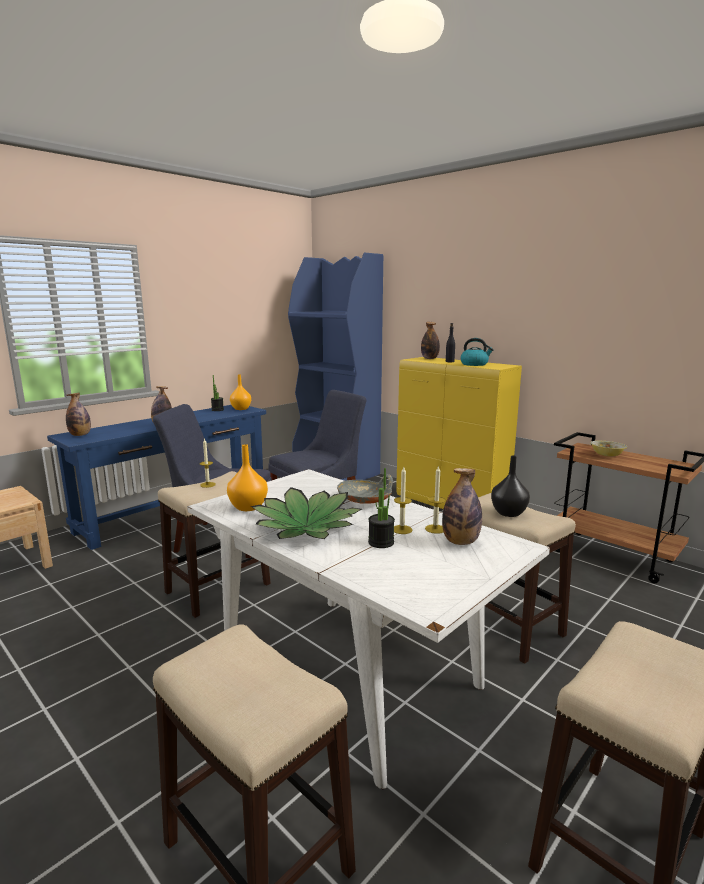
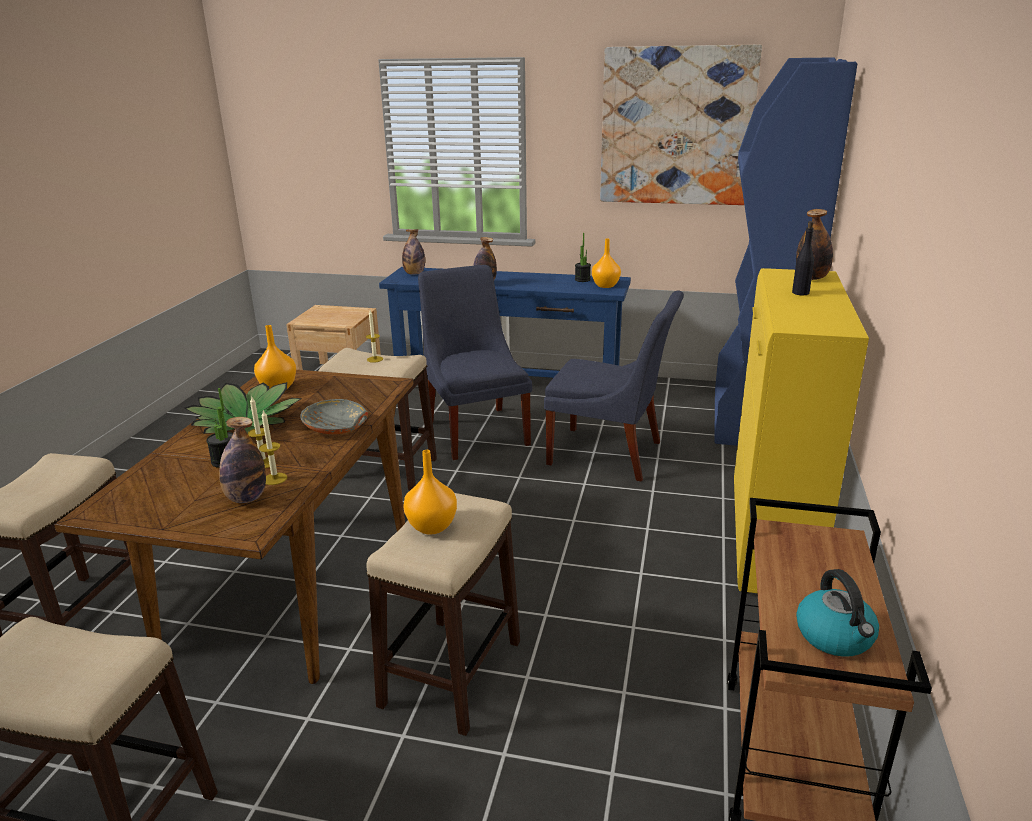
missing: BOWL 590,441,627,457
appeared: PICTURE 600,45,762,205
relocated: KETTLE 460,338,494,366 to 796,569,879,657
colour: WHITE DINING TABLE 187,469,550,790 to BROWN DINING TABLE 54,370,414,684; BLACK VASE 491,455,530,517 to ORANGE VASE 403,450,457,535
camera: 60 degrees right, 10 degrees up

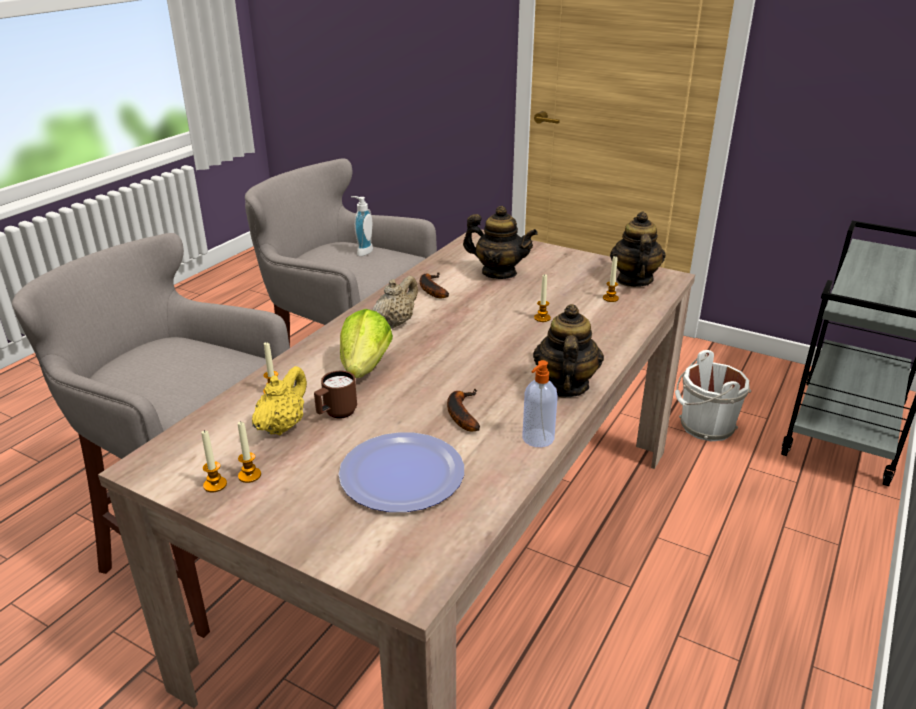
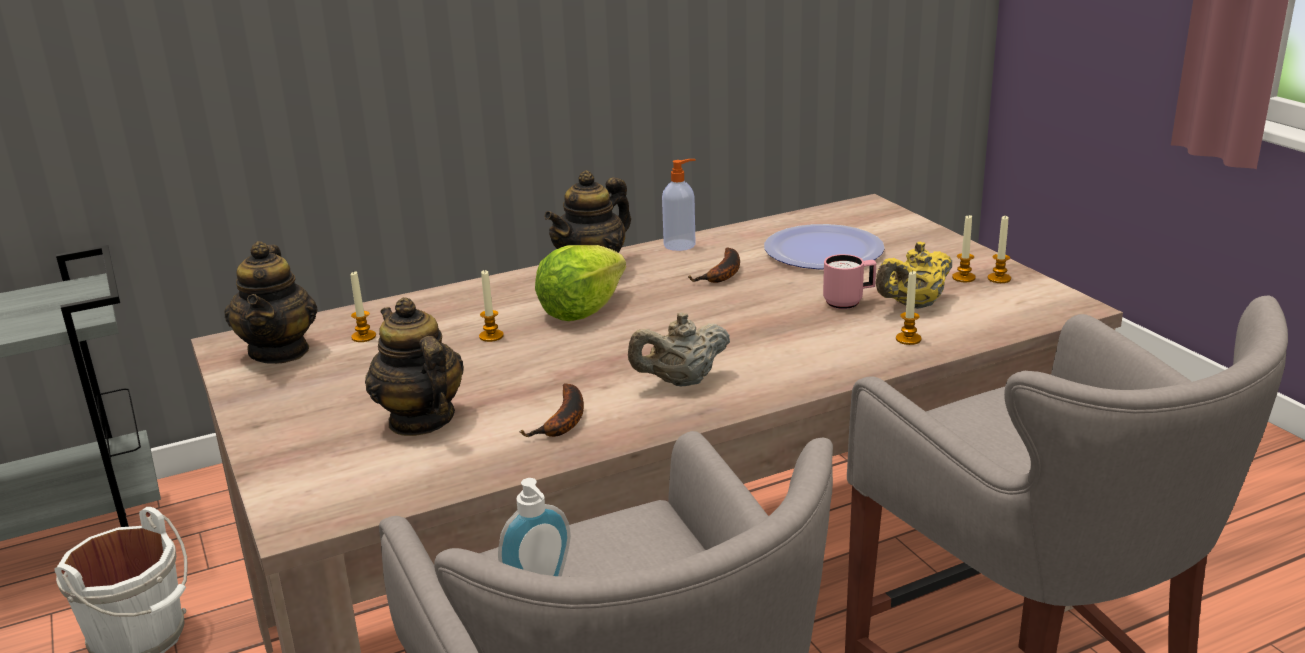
relocated: LETTUCE 340,309,393,378 to 535,245,626,321
colour: BROWN MUG 314,371,357,419 to PINK MUG 823,254,876,309
spun: TEAPOT 610,212,666,287 = 224,241,318,364 45 degrees counterclockwise
camera: 145 degrees left, 5 degrees down

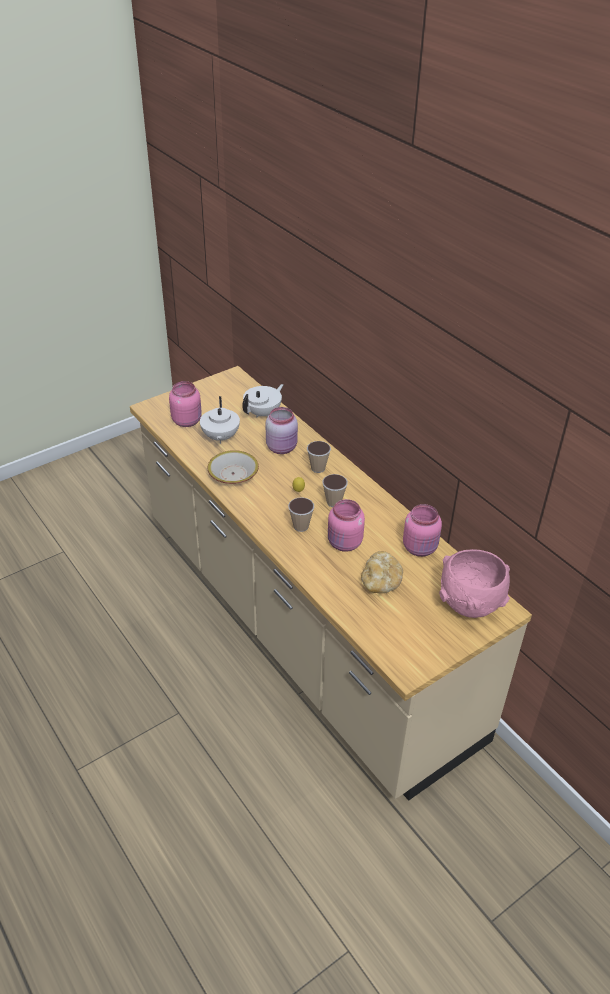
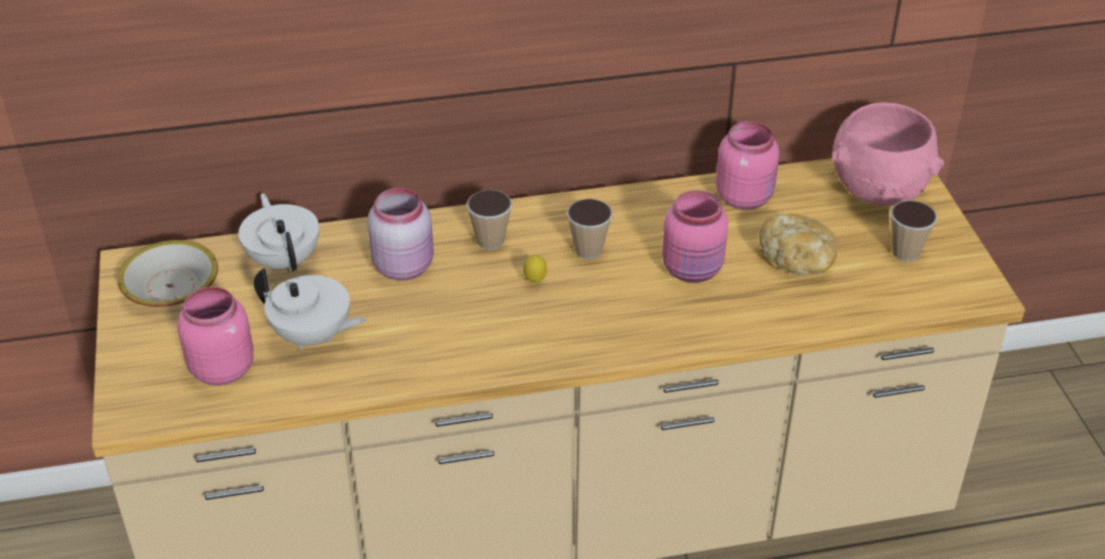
relocated: BOWL 208,450,259,484 to 117,240,218,307; CUP 288,498,314,532 to 890,200,937,261
camera: 65 degrees left, 0 degrees up

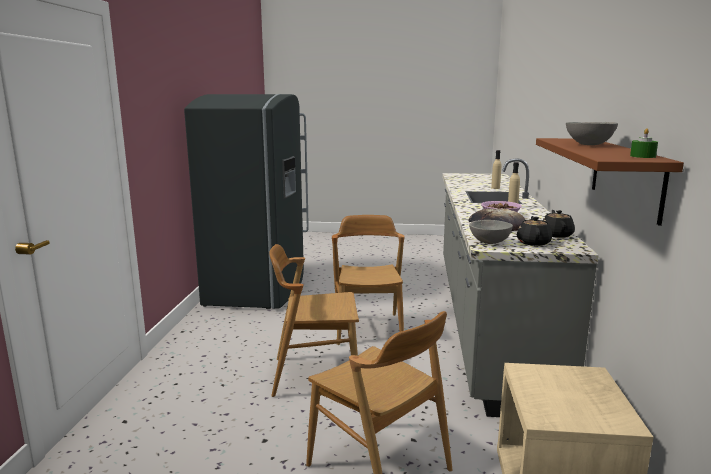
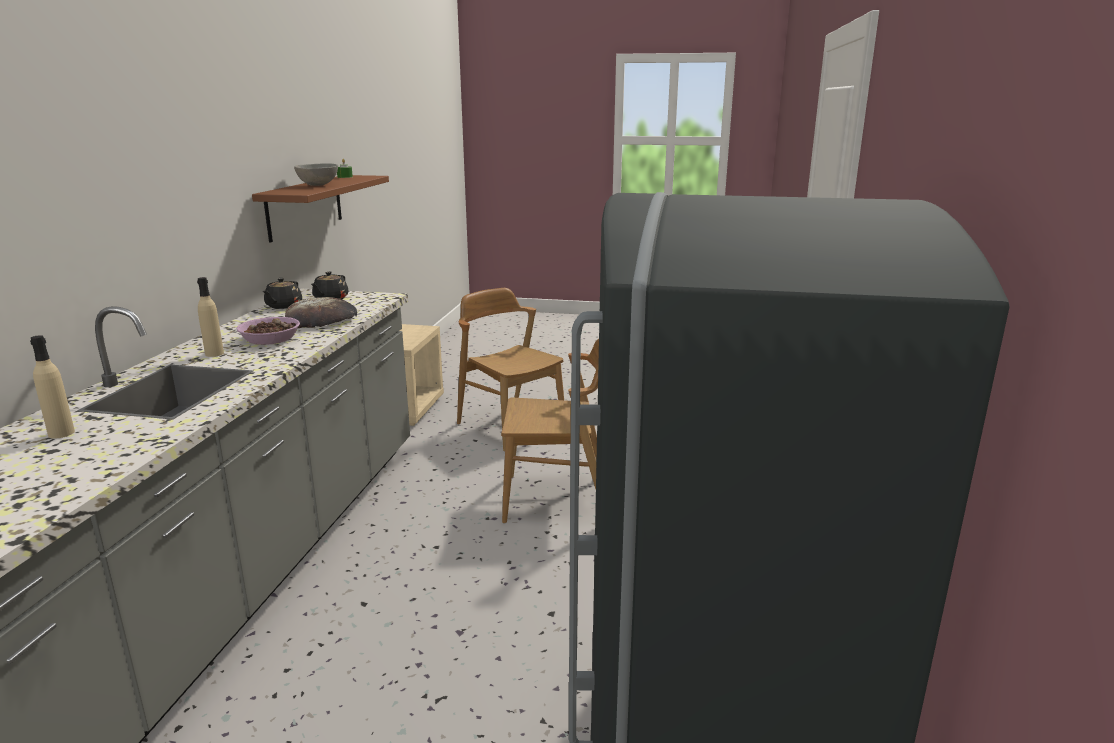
missing: BROWN CHAIR 332,215,405,345; GREY BOWL 469,220,513,244
camera: 175 degrees left, 5 degrees up

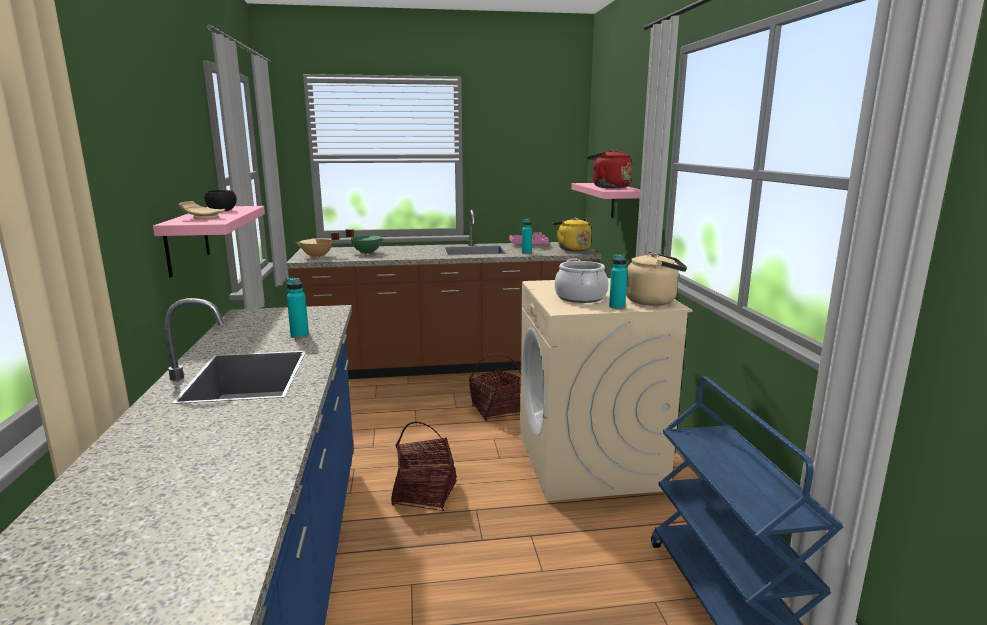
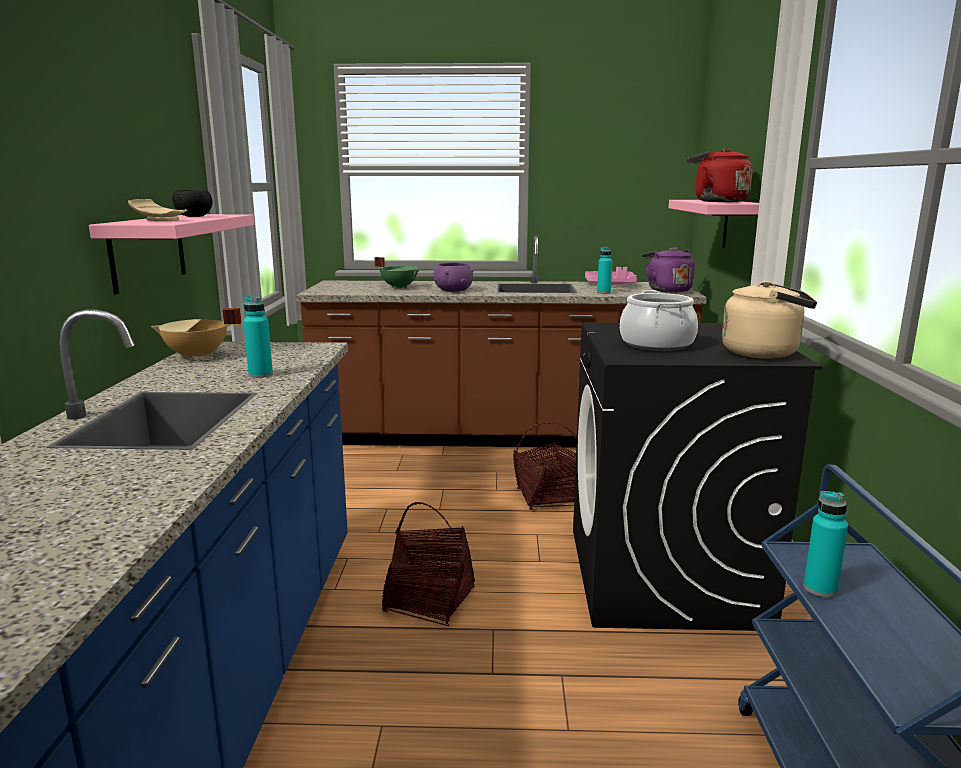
appeared: PURPLE BOWL 433,262,473,292
relocated: BEIGE COOKING POT 295,232,339,258 to 151,308,242,360; TURQUOISE BOTTLE 609,254,627,309 to 804,491,848,597
colour: BEIGE WASHING MACHINE 520,278,692,501 to BLACK WASHING MACHINE 573,322,823,631; YELLOW KETTLE 553,218,591,251 to PURPLE KETTLE 642,247,695,293
camera: 10 degrees right, 0 degrees up

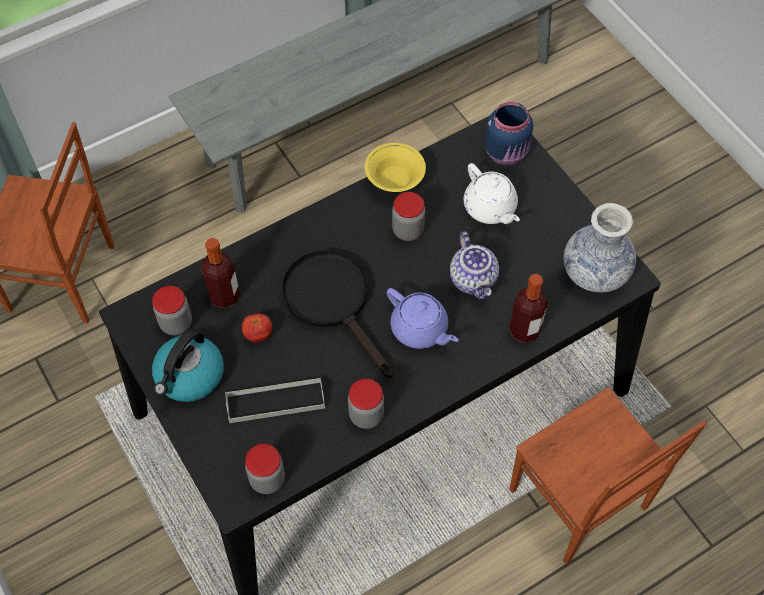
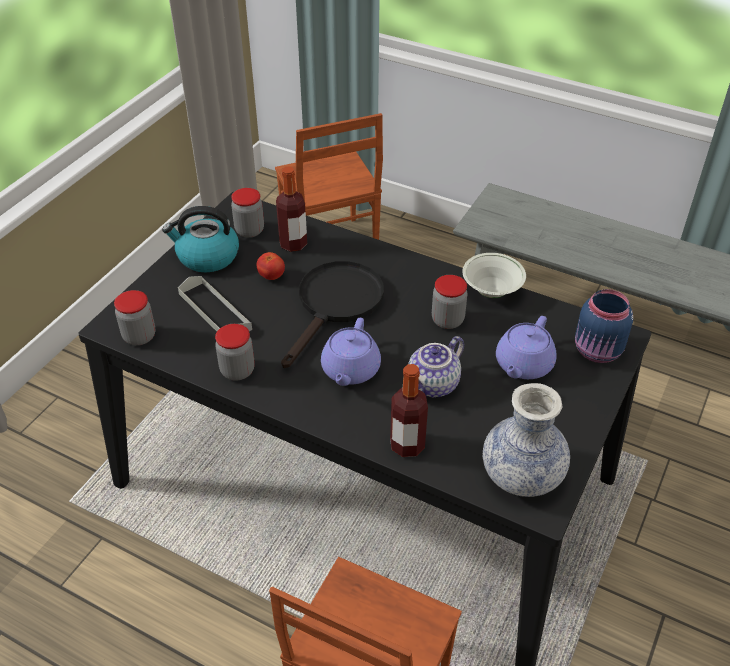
colour: YELLOW BOWL 365,143,426,192 to WHITE BOWL 462,253,526,298; WHITE TEAPOT 464,163,520,224 to PURPLE TEAPOT 496,316,557,379
camera: 60 degrees right, 15 degrees down

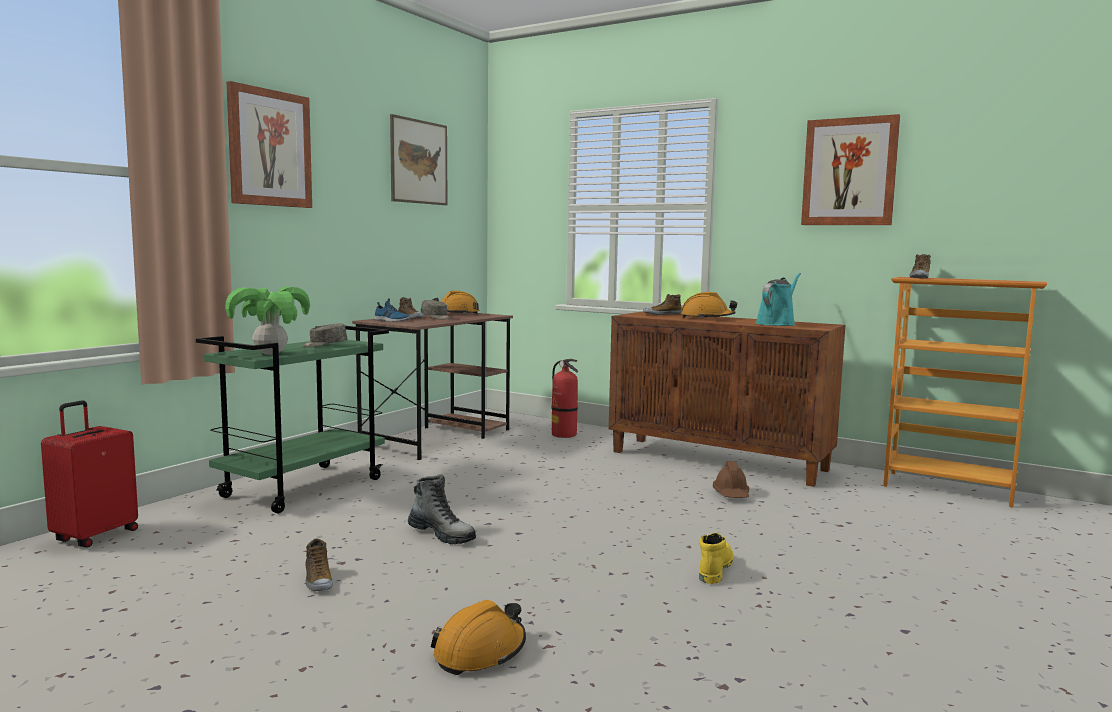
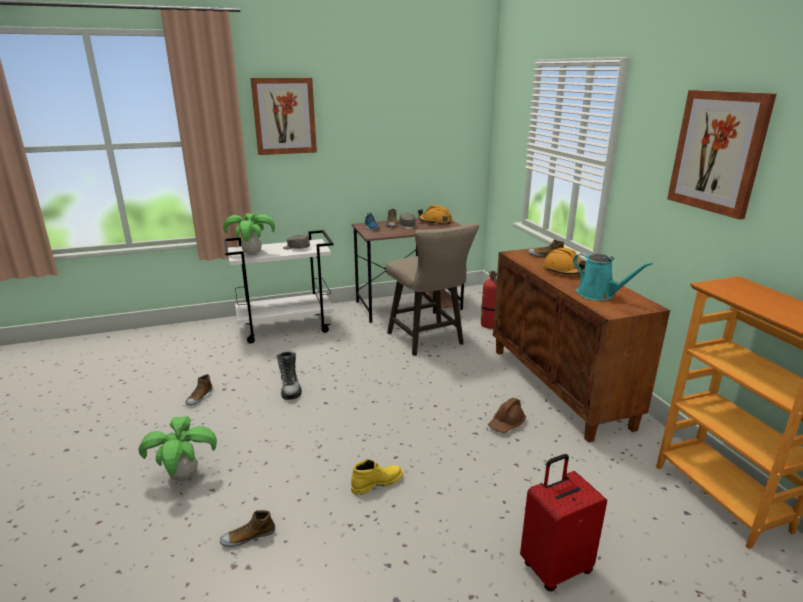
missing: PICTURE 390,114,448,205
appeared: BEIGE STOOL 386,223,479,356
relocated: RED SUITCASE 41,400,138,548 to 520,454,607,591; SHOE 909,254,931,278 to 220,510,275,547
exchanged: ORANGE HARD HAT 431,600,526,675 to POTTED PLANT 139,416,217,481
colour: GREEN CART 196,326,389,513 to WHITE CART 224,230,334,343
spun: TURQUOISE WATERING CAN 755,273,801,326 = 573,253,653,300 60 degrees clockwise
camera: 40 degrees right, 15 degrees up

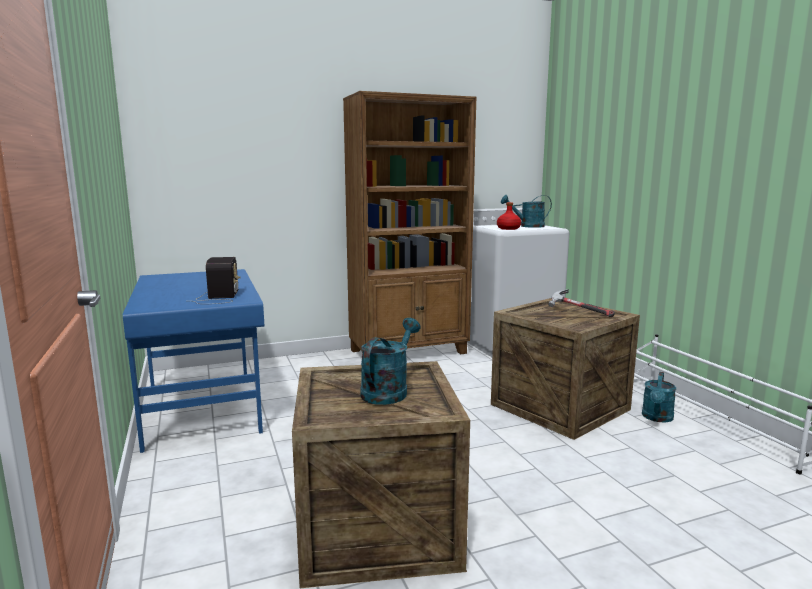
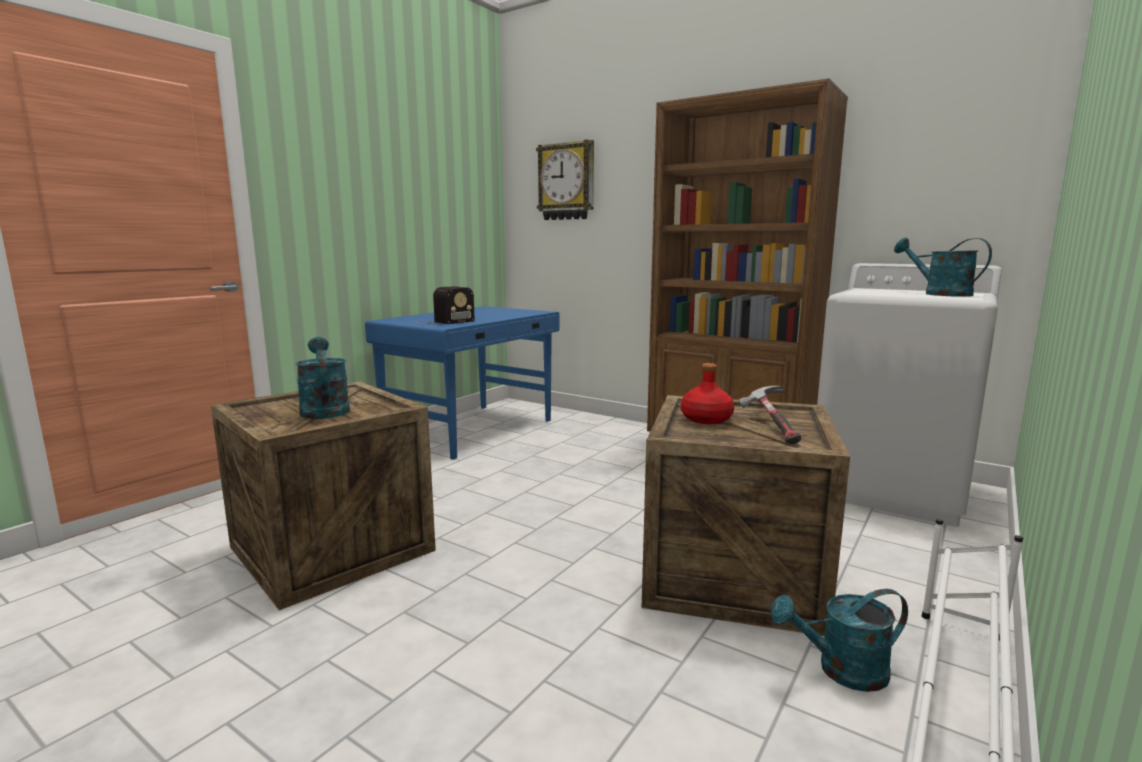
appeared: WALL CLOCK 536,140,594,220
relocated: RED BOTTLE 497,202,521,230 to 681,363,734,424
spun: TURQUOISE WATERING CAN 360,318,420,405 = 296,337,350,419 105 degrees counterclockwise
camera: 55 degrees right, 0 degrees up

